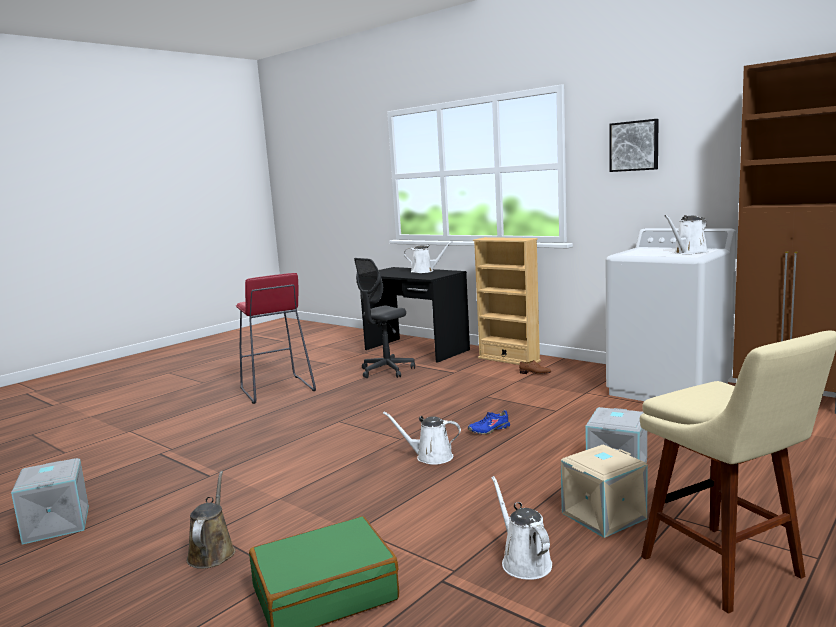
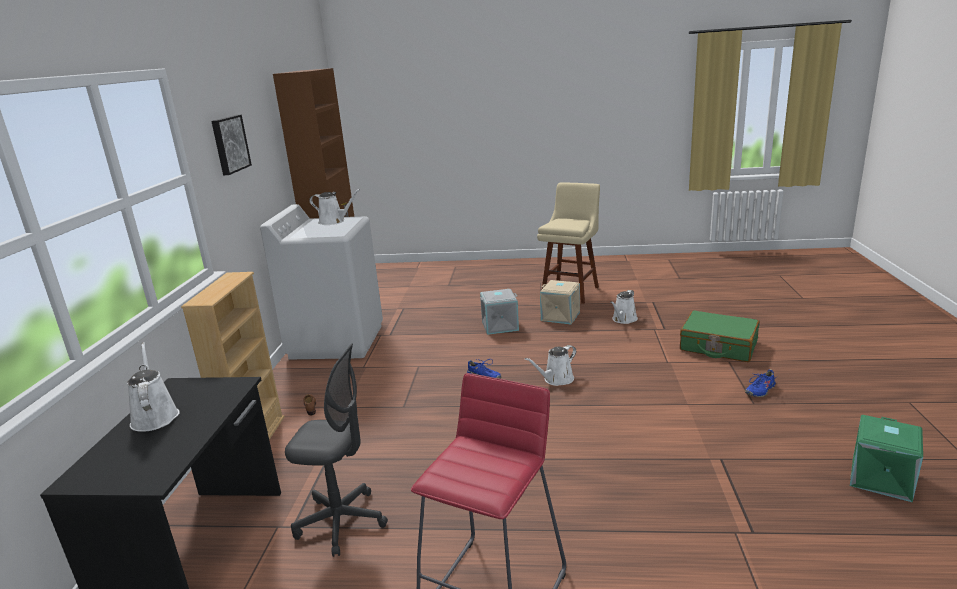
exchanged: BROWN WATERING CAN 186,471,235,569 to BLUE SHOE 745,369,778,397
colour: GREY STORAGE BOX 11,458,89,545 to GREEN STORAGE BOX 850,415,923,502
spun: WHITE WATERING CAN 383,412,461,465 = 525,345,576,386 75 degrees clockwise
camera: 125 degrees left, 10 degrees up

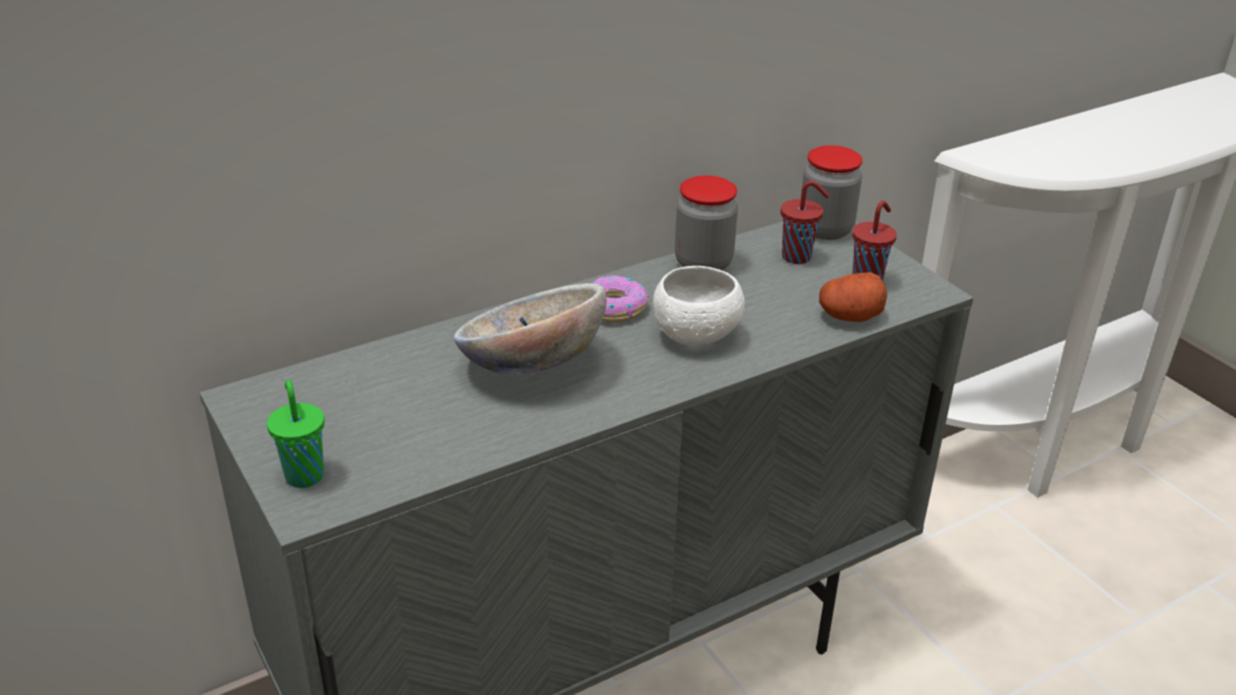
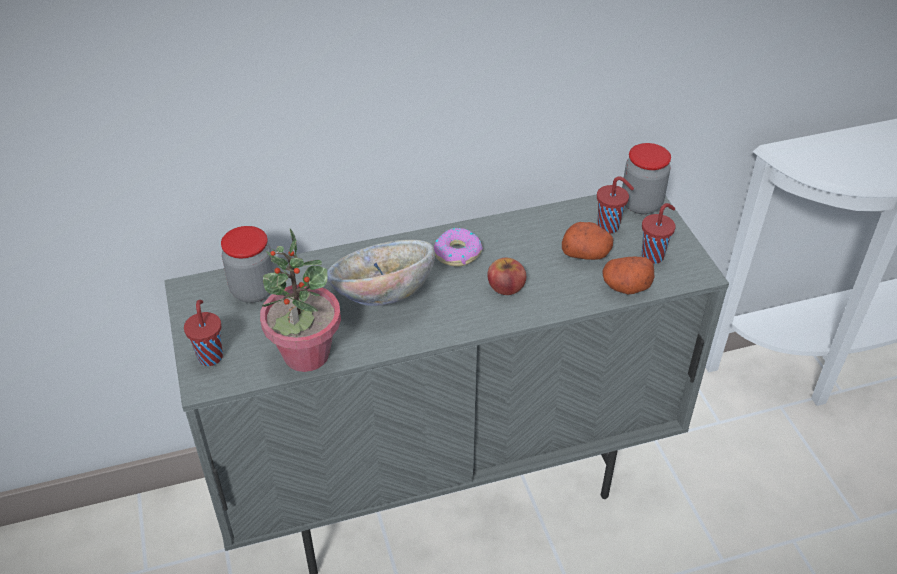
appeared: POTTED PLANT 260,228,341,372; POTATO 562,222,613,260
relocated: JAR 675,176,738,270 to 221,226,275,303
exchanged: WHITE BOWL 653,266,745,346 to APPLE 487,258,526,295
colour: GREEN CUP 267,380,325,488 to RED CUP 184,300,223,366
camera: 15 degrees right, 10 degrees up

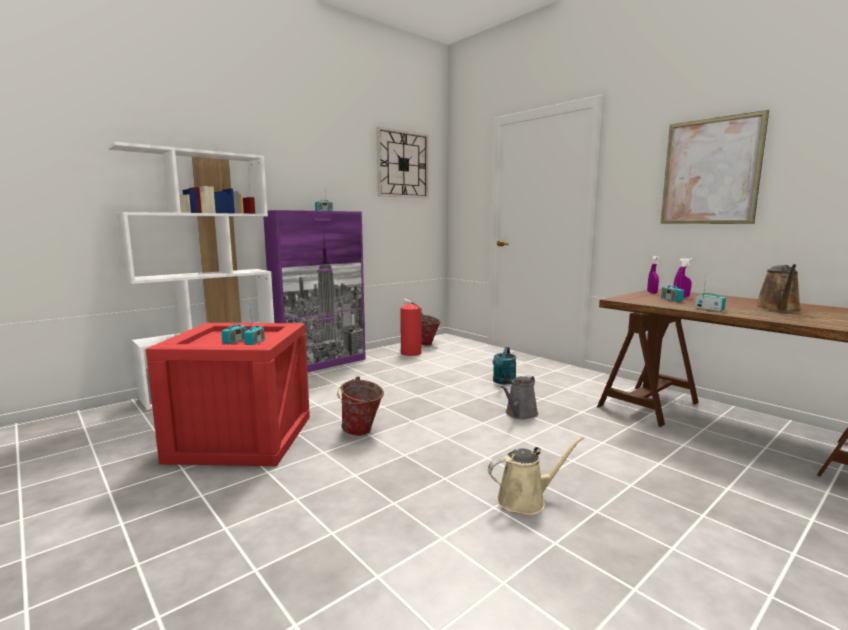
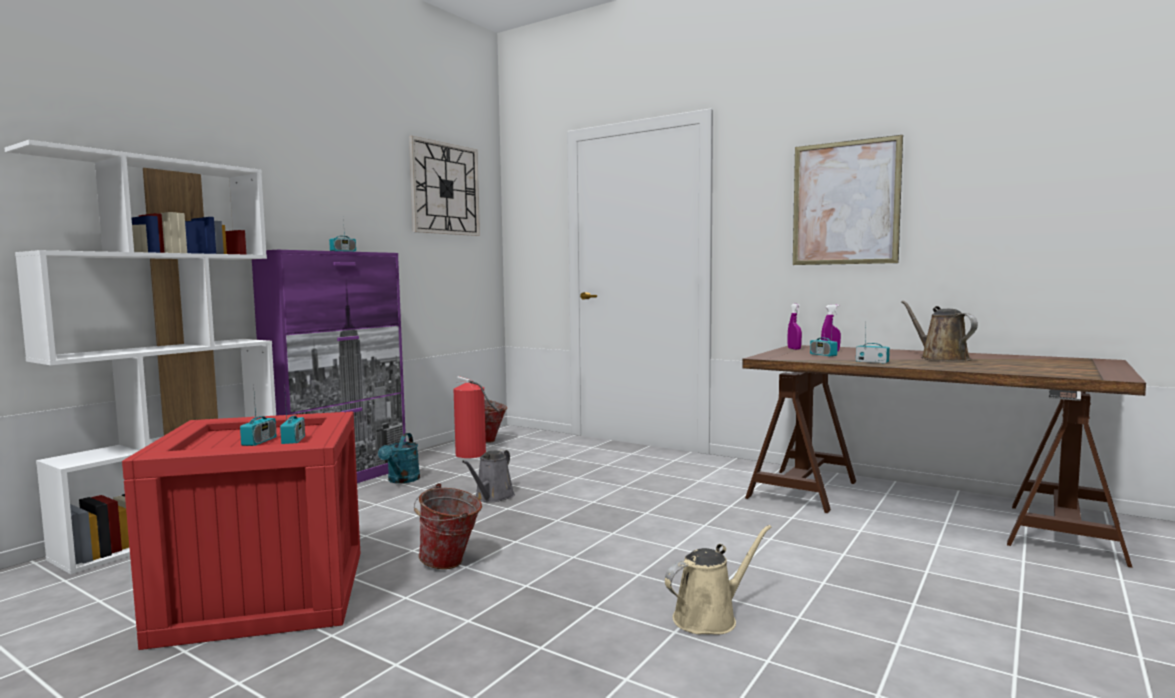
relocated: TURQUOISE WATERING CAN 493,347,516,384 to 378,433,420,484; GREY WATERING CAN 501,375,539,419 to 462,450,515,502
spun: BROWN WATERING CAN 755,264,801,312 = 901,301,978,362 150 degrees clockwise
camera: 15 degrees left, 5 degrees down

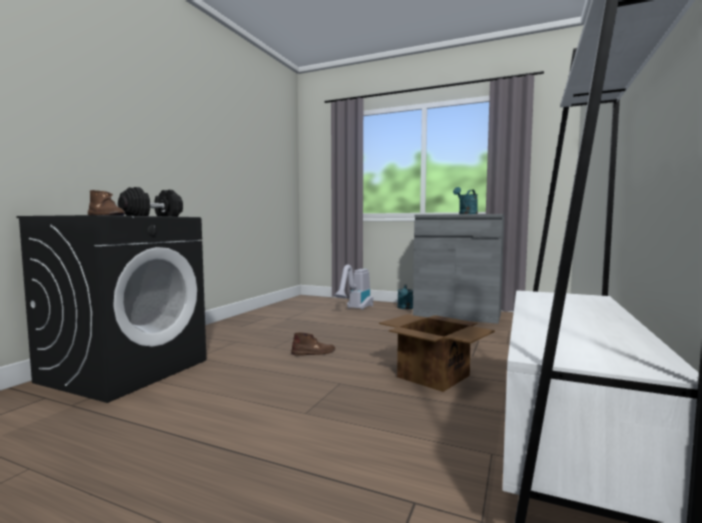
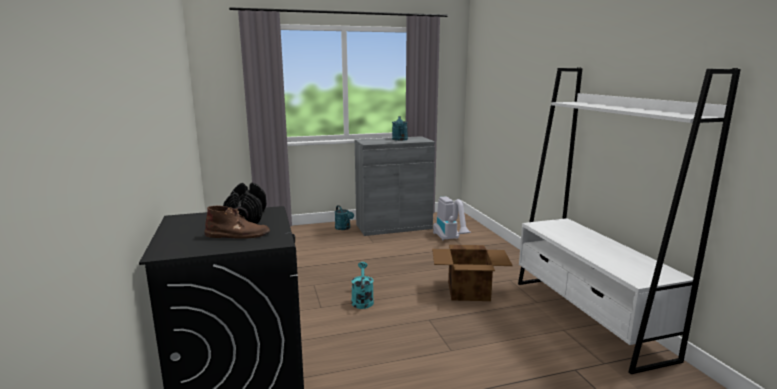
relocated: VACUUM CLEANER 334,265,373,310 to 433,196,471,240
exchanged: BROWN BOOT 291,332,335,356 to TURQUOISE WATERING CAN 351,262,374,309
camera: 40 degrees left, 10 degrees up

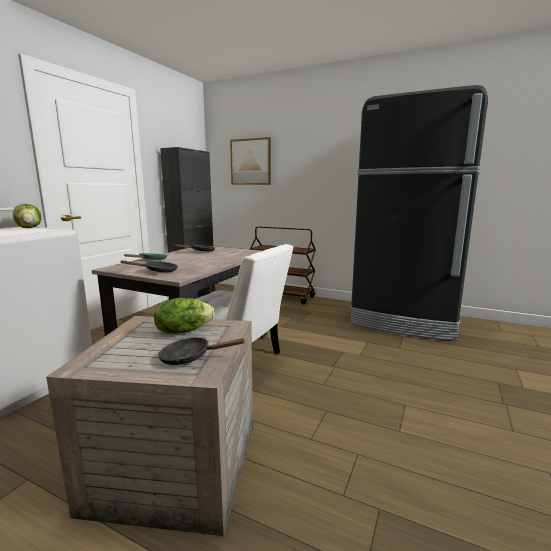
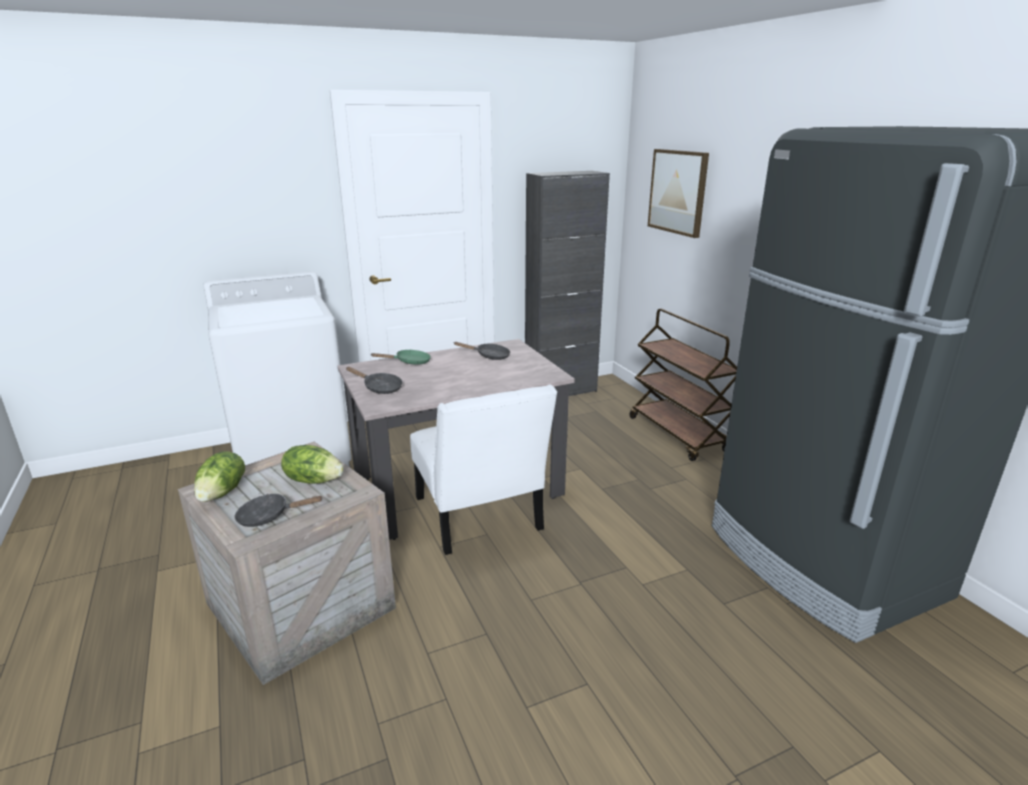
relocated: LETTUCE 13,204,41,228 to 194,451,245,502
spun: BLACK FRYING PAN 158,337,246,365 = 235,494,322,527 45 degrees counterclockwise
camera: 40 degrees right, 10 degrees up

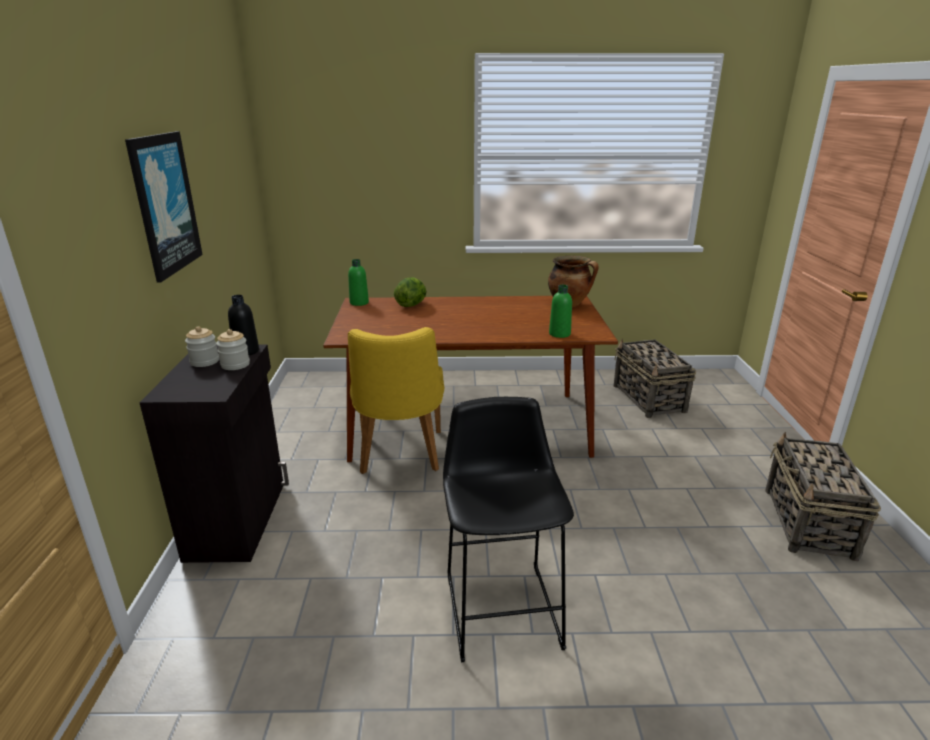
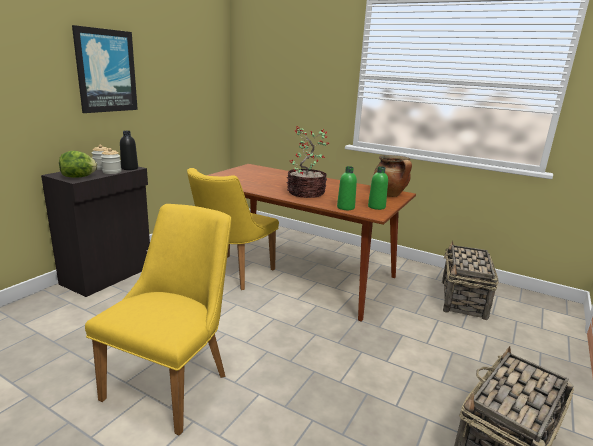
appeared: POTTED PLANT 286,126,329,198
relocated: GREEN BOTTLE 348,259,369,306 to 368,166,388,210; LETTUCE 394,277,426,307 to 59,151,97,178
exchanged: BLACK STOOL 443,397,574,662 to YELLOW CHAIR 85,204,232,436
camera: 30 degrees right, 5 degrees down

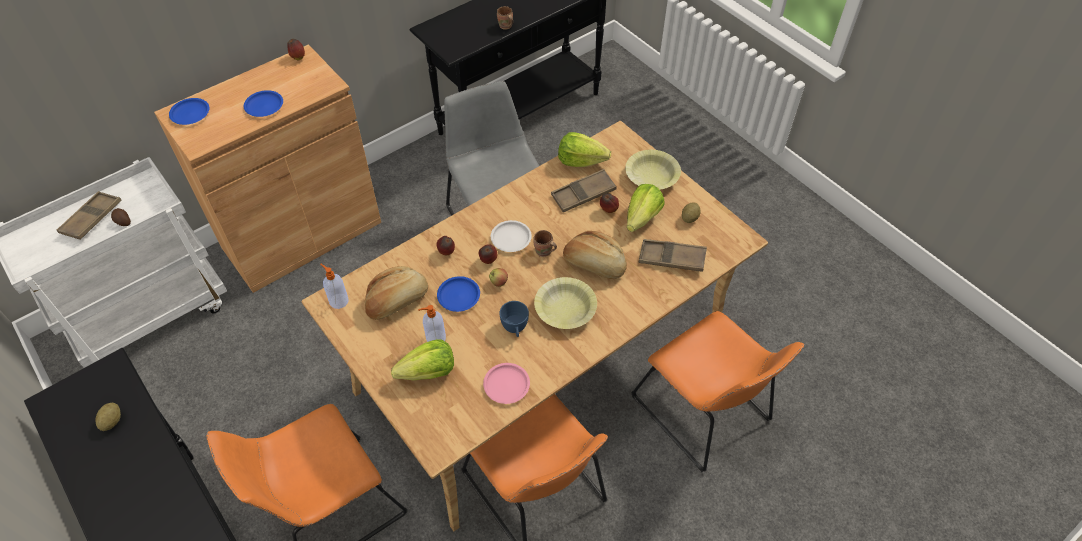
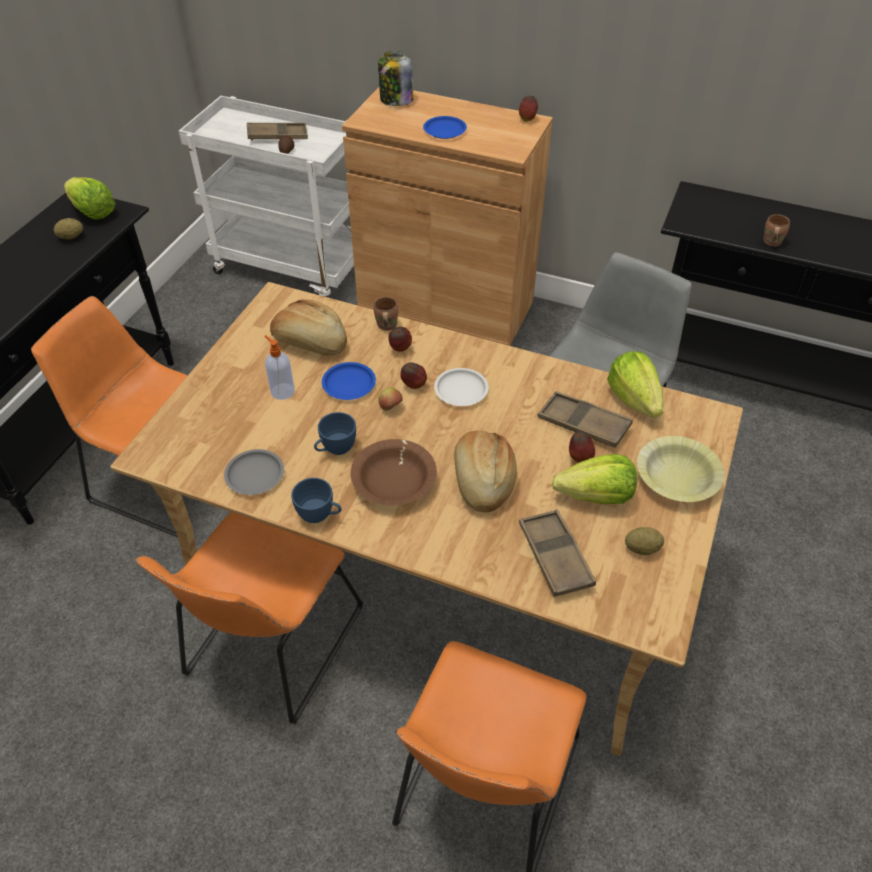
missing: SOAP DISPENSER 320,264,349,309
appeared: BLUE CUP 291,478,342,523
relocated: LETTUCE 391,340,454,380 to 64,177,115,220; BROWN MUG 533,230,557,257 to 374,297,398,331
exchanged: BLUE PLATE 169,98,209,125 to JAR 378,51,413,106
colour: PINK PLATE 483,363,530,404 to GREY PLATE 224,449,284,495; YELLOW BOWL 534,277,597,329 to BROWN BOWL 350,439,437,506
camera: 60 degrees right, 5 degrees down

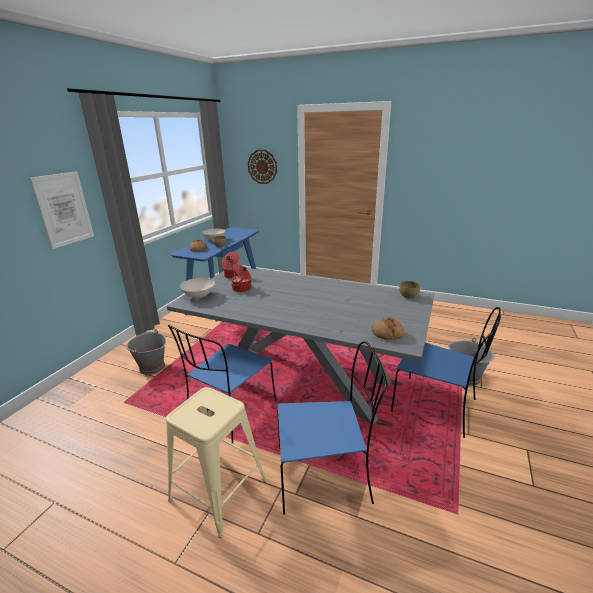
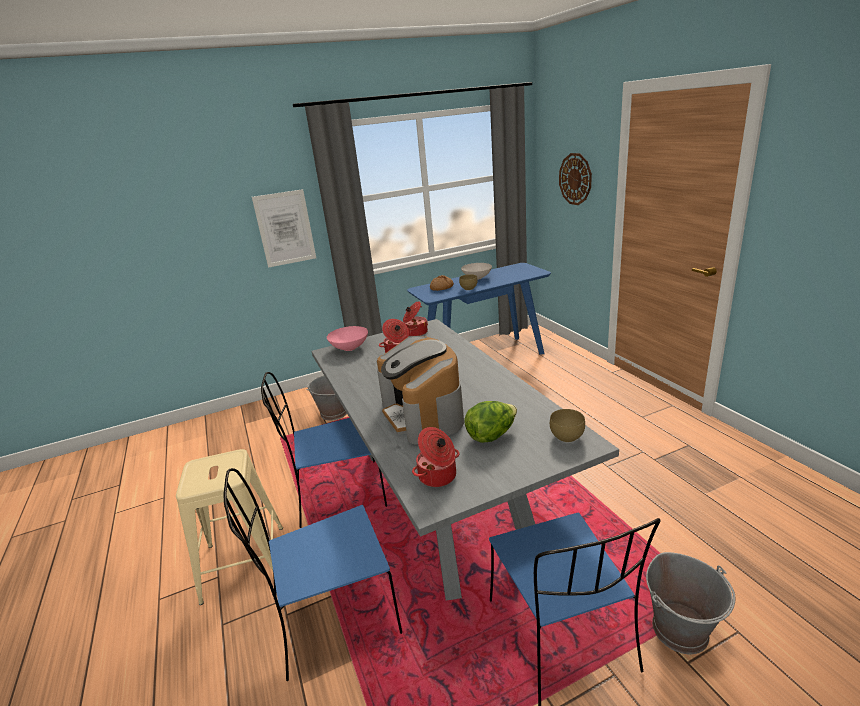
appeared: COFFEE MACHINE 377,336,464,445; LETTUCE 464,401,517,443
exchanged: BREAD 371,318,405,340 to COOKING POT 412,427,459,487
colour: WHITE BOWL 180,278,215,298 to PINK BOWL 327,326,368,351
spun: BLUE CHAIR 277,341,387,514 = 224,468,402,681 120 degrees clockwise
camera: 45 degrees right, 0 degrees up

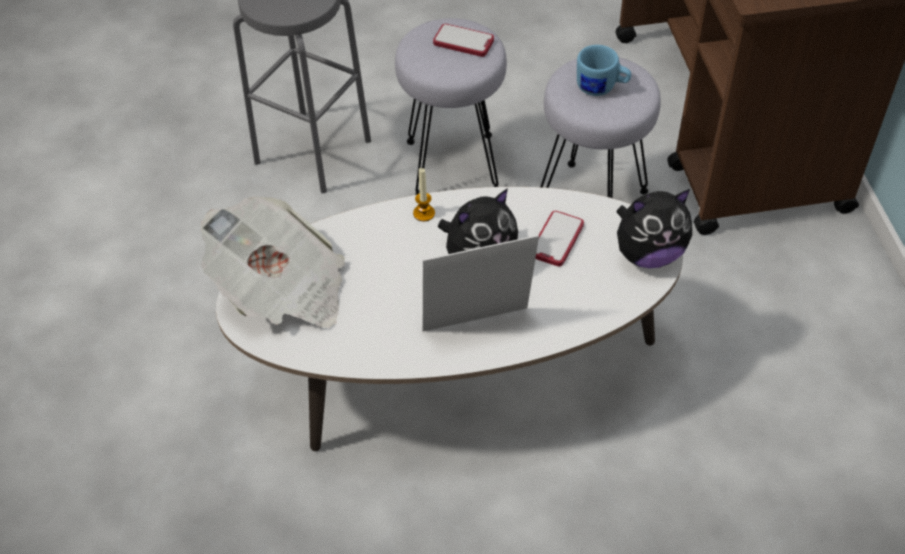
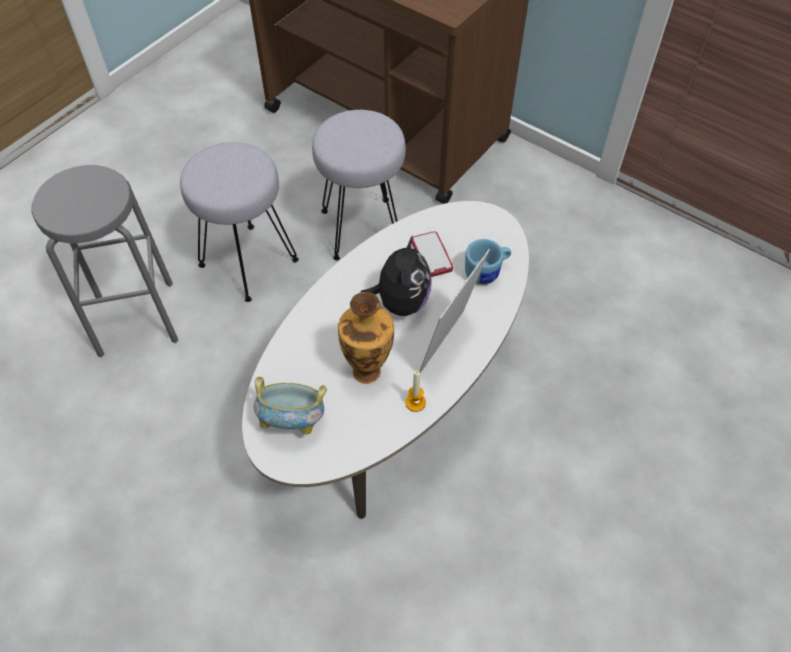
missing: PHONE 433,24,494,57; PLUSH TOY 616,189,692,268
appeared: VASE 338,292,394,384
relocated: CANDLE 413,168,435,222 to 405,371,426,412; BLUE MUG 577,45,631,96 to 465,239,511,285
exchanged: NEWSPAPER 201,197,345,328 to BOWL 254,377,327,435
camera: 45 degrees left, 5 degrees up

